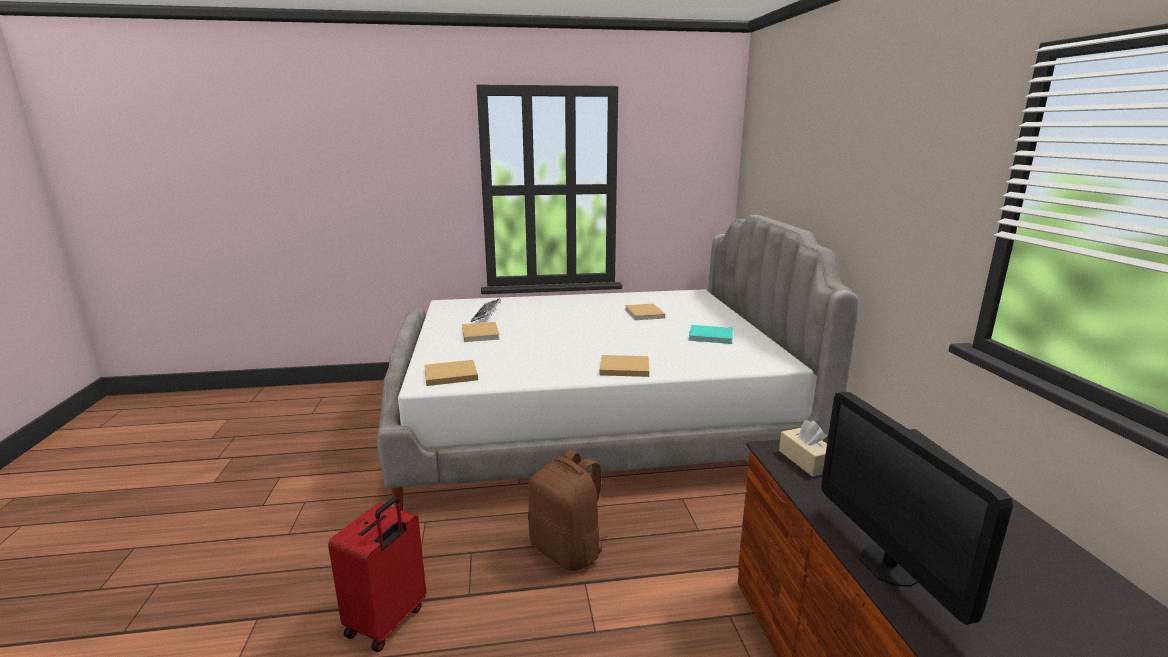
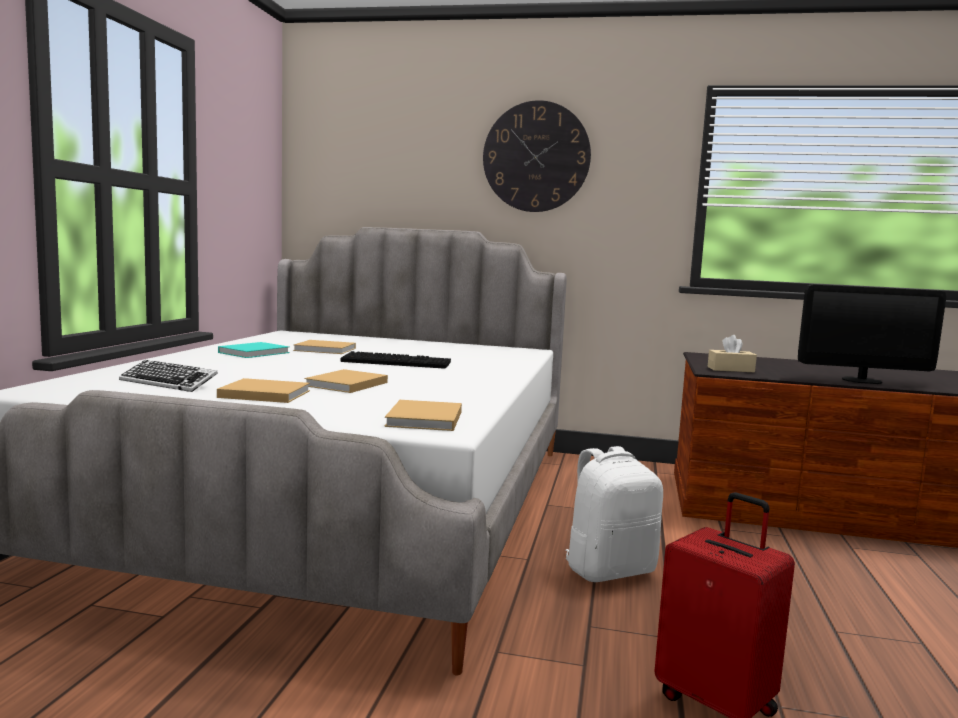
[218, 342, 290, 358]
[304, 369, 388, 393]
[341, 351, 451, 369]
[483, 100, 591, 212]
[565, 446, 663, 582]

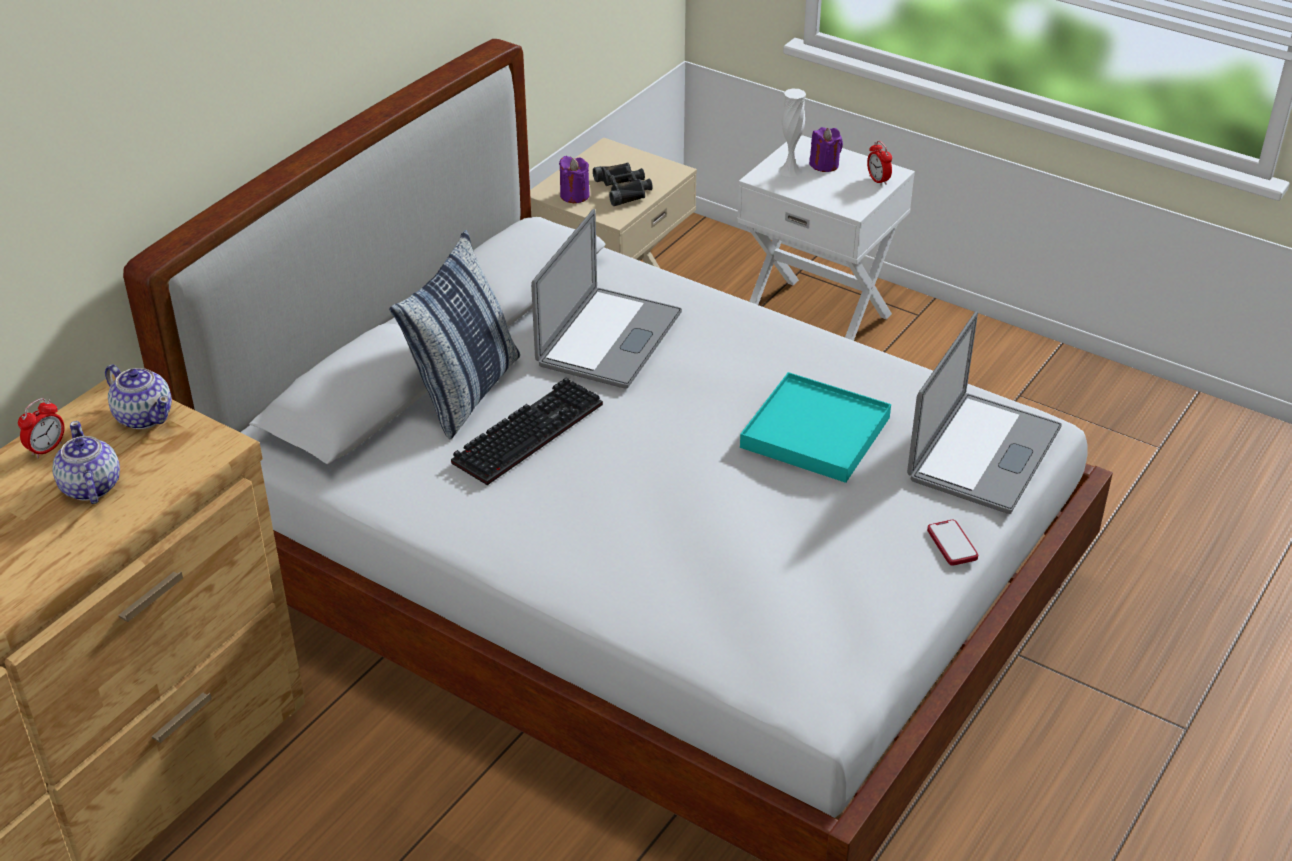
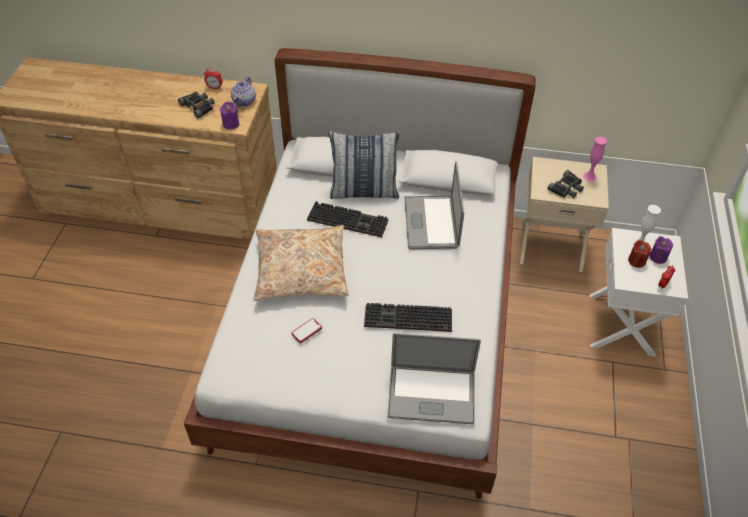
[178, 91, 215, 119]
[220, 102, 239, 129]
[254, 225, 348, 301]
[291, 318, 322, 343]
[364, 303, 452, 332]
[405, 161, 464, 249]
[583, 137, 607, 181]
[628, 240, 652, 268]

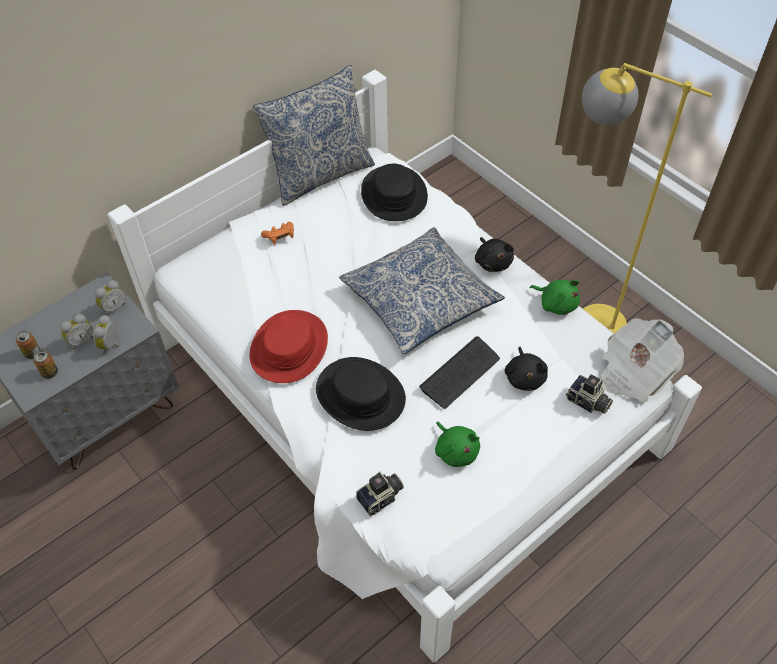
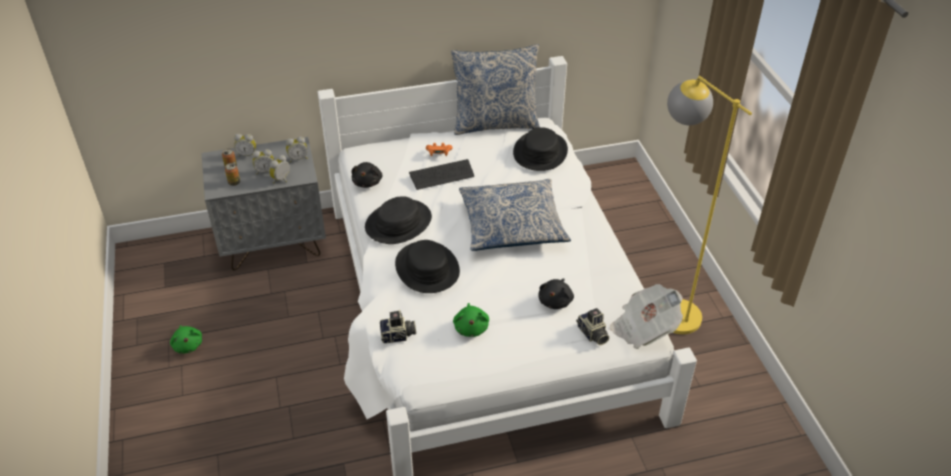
[170, 325, 202, 354]
[234, 134, 256, 157]
[351, 162, 383, 188]
[365, 196, 432, 244]
[409, 159, 474, 190]

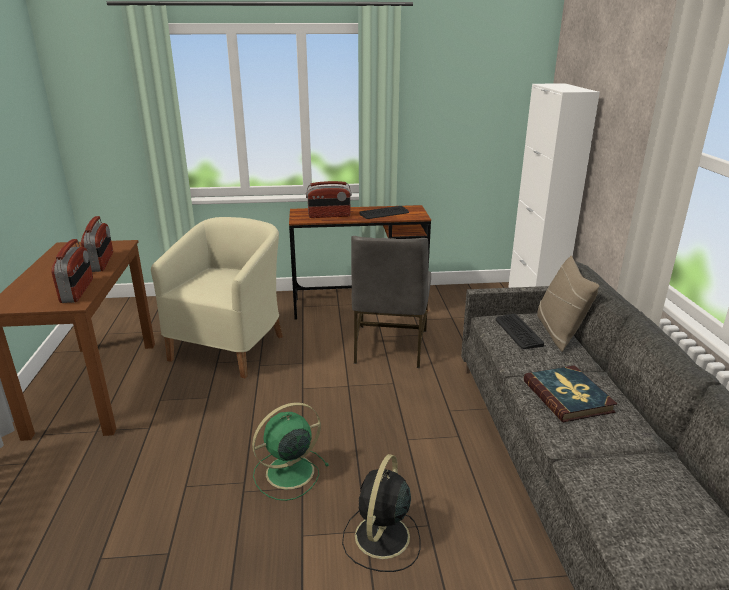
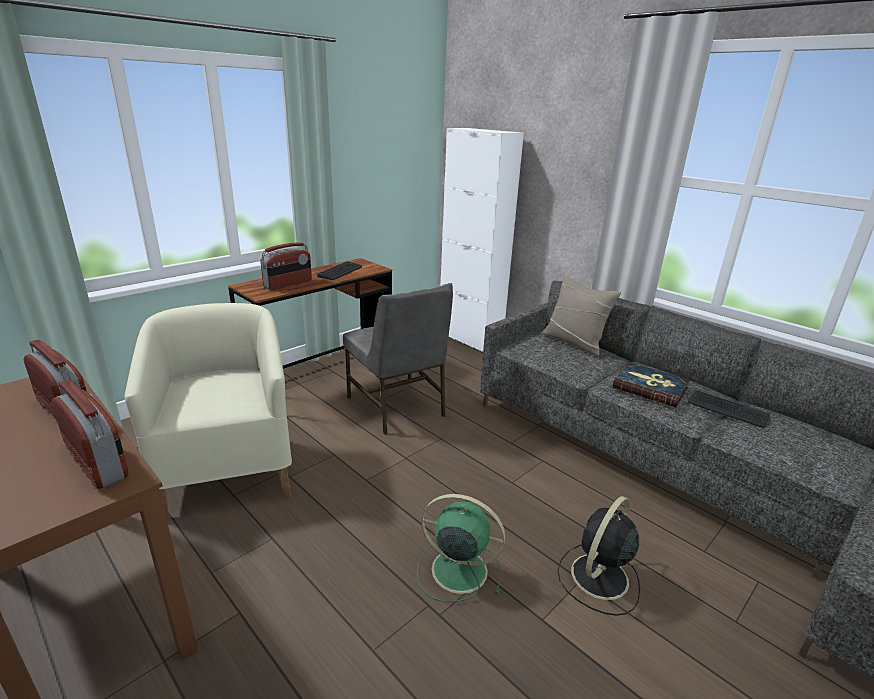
[417, 494, 505, 602]
[557, 496, 640, 616]
[688, 390, 770, 428]

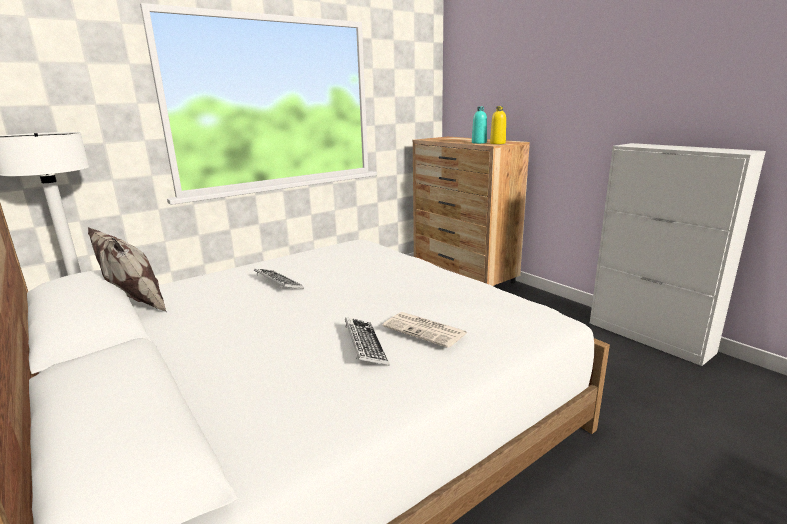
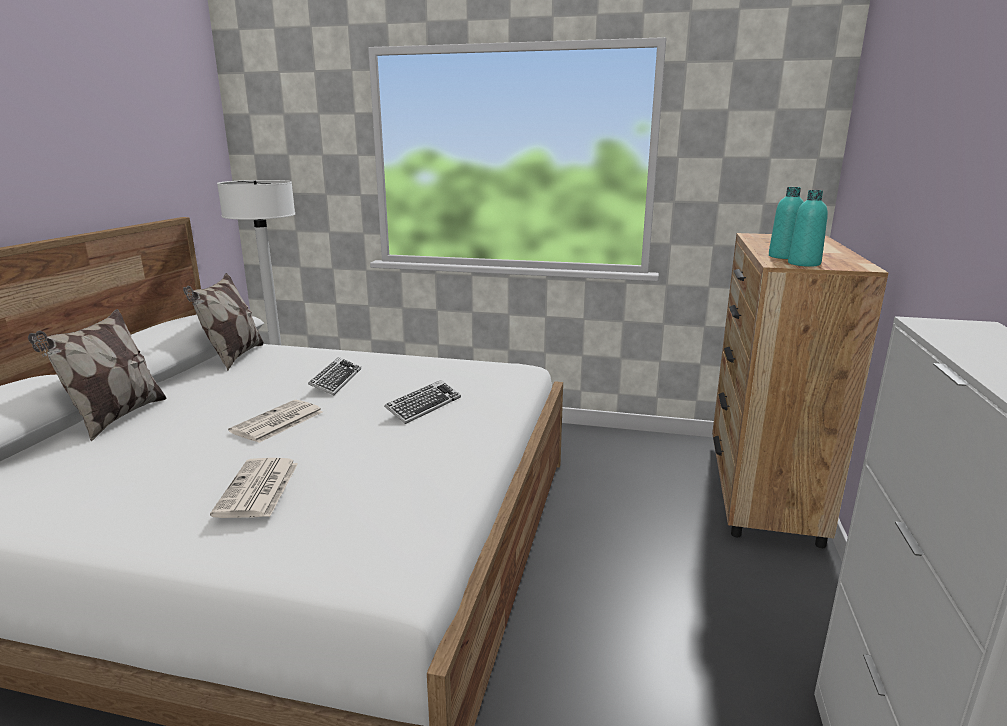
[28, 309, 167, 442]
[228, 400, 323, 443]
[384, 380, 461, 424]
[788, 190, 828, 267]

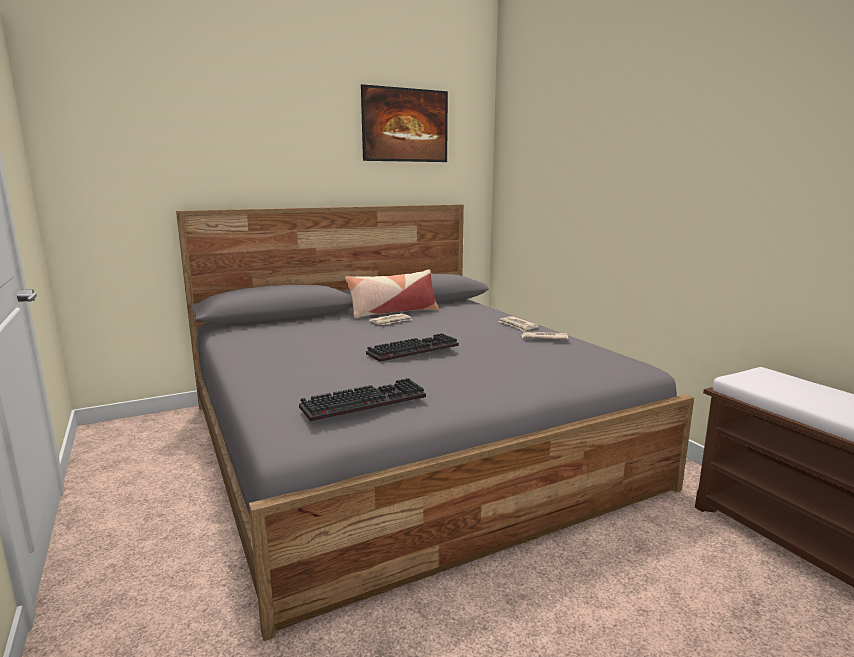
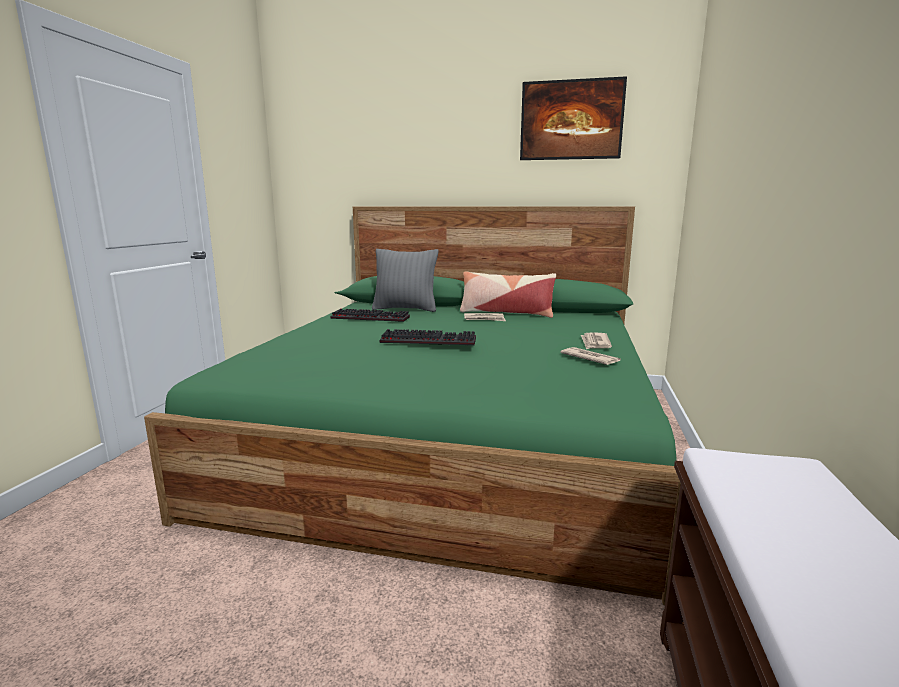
[144, 206, 681, 605]
[330, 309, 410, 322]
[372, 249, 438, 312]

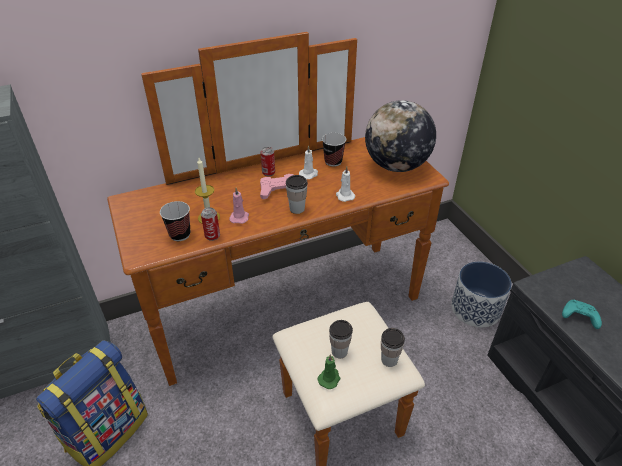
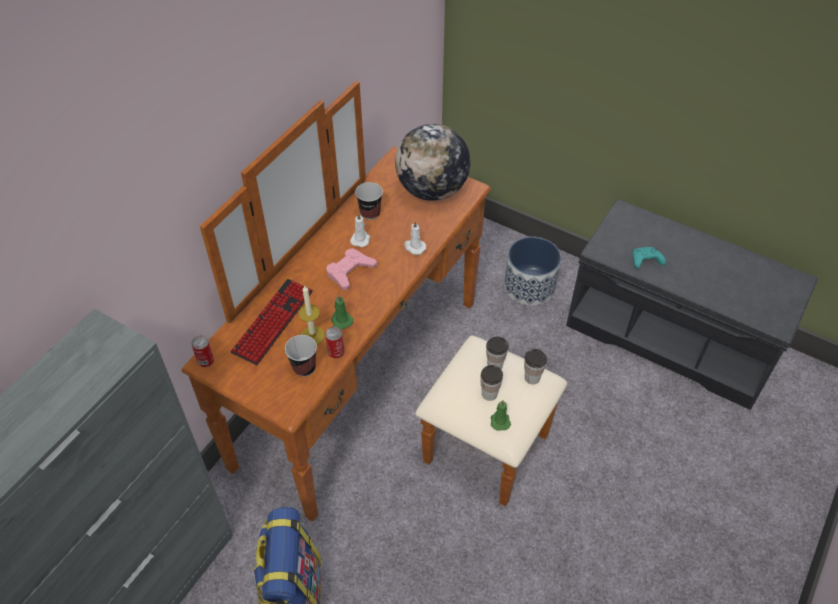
[191, 335, 214, 367]
[230, 279, 313, 366]
[331, 295, 353, 329]
[486, 337, 509, 369]

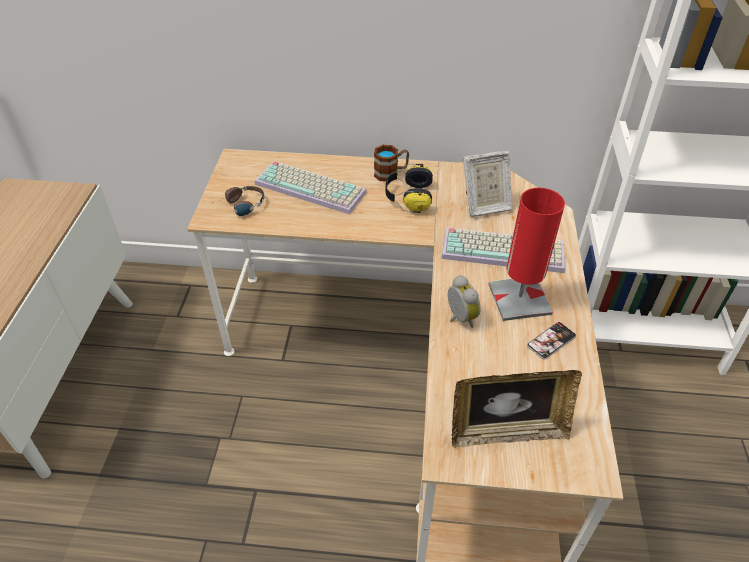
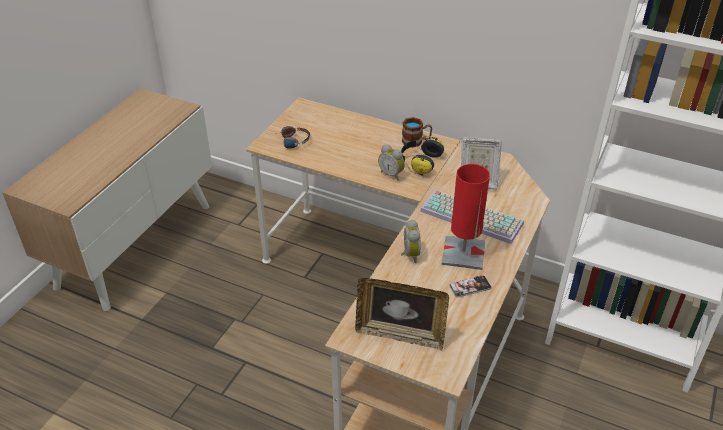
[378, 144, 405, 181]
[254, 161, 367, 214] (first image)

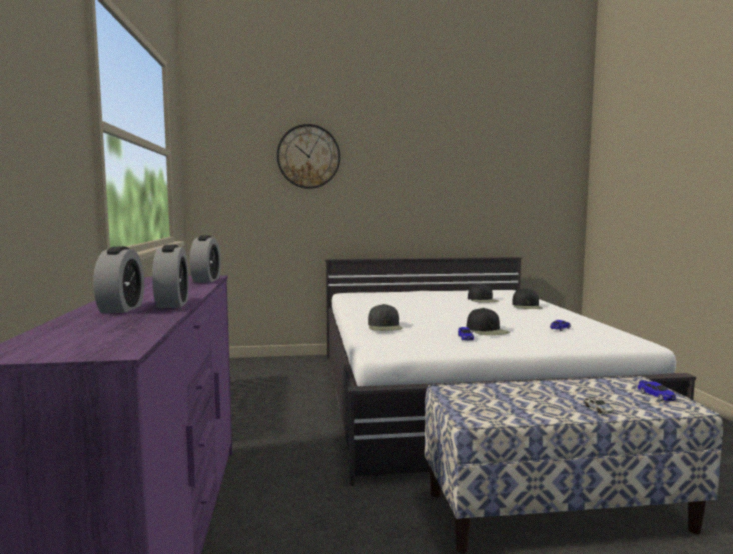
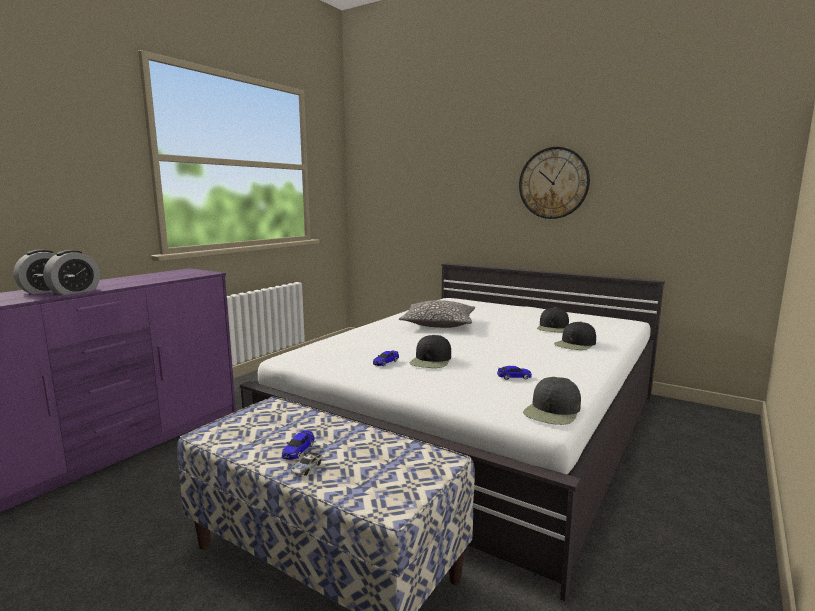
[282, 431, 315, 460]
[399, 300, 475, 328]
[519, 147, 590, 219]
[523, 377, 581, 425]
[190, 235, 221, 282] (first image)

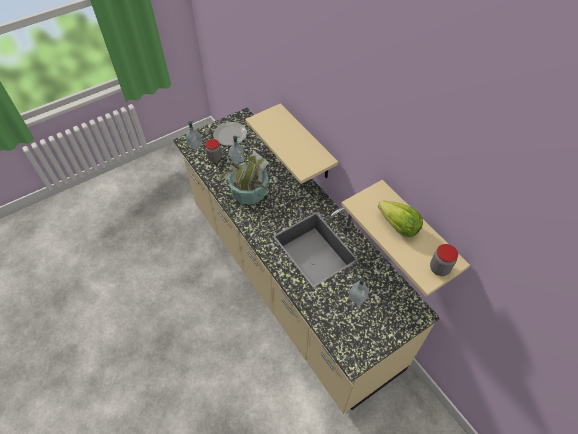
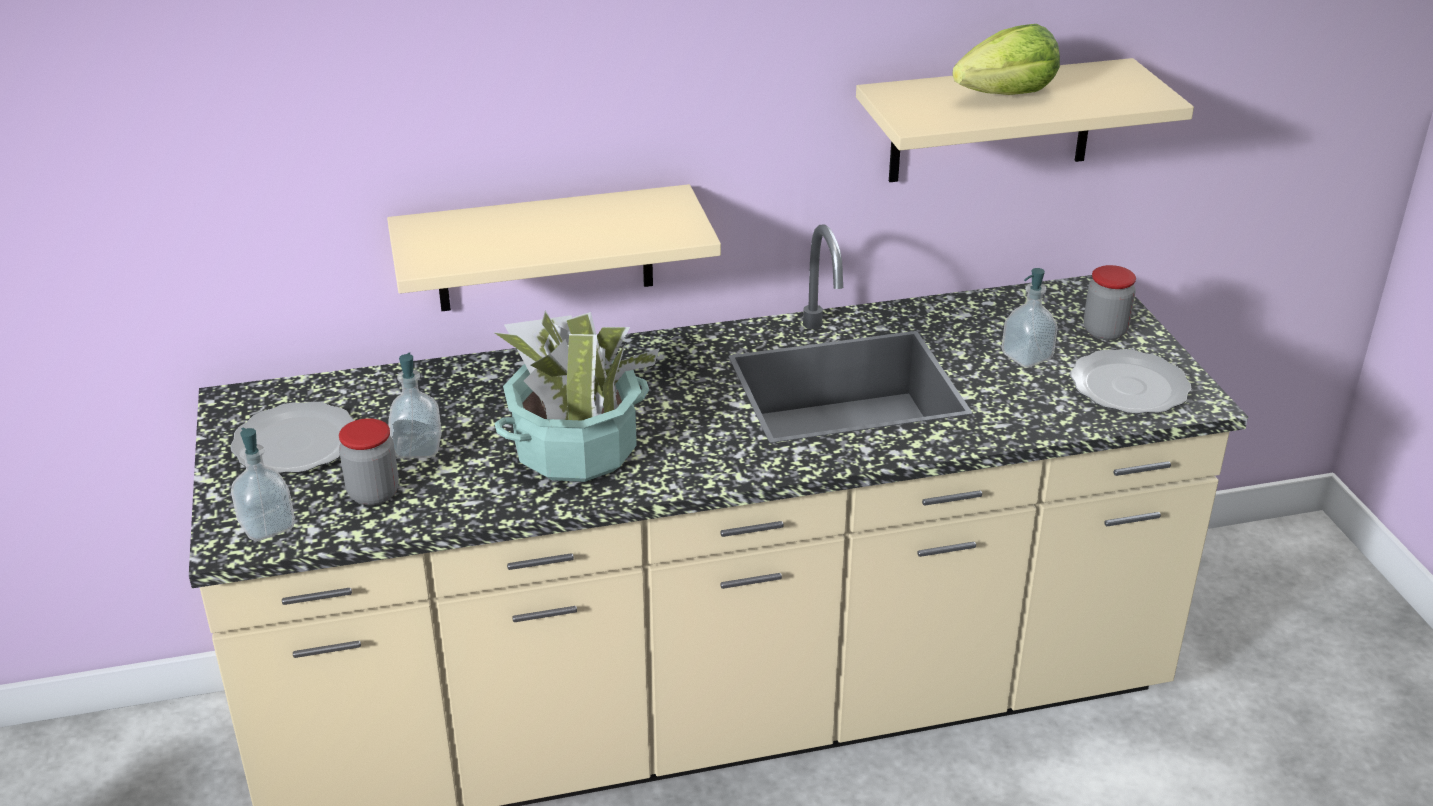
[1070, 349, 1191, 414]
[1084, 265, 1136, 340]

